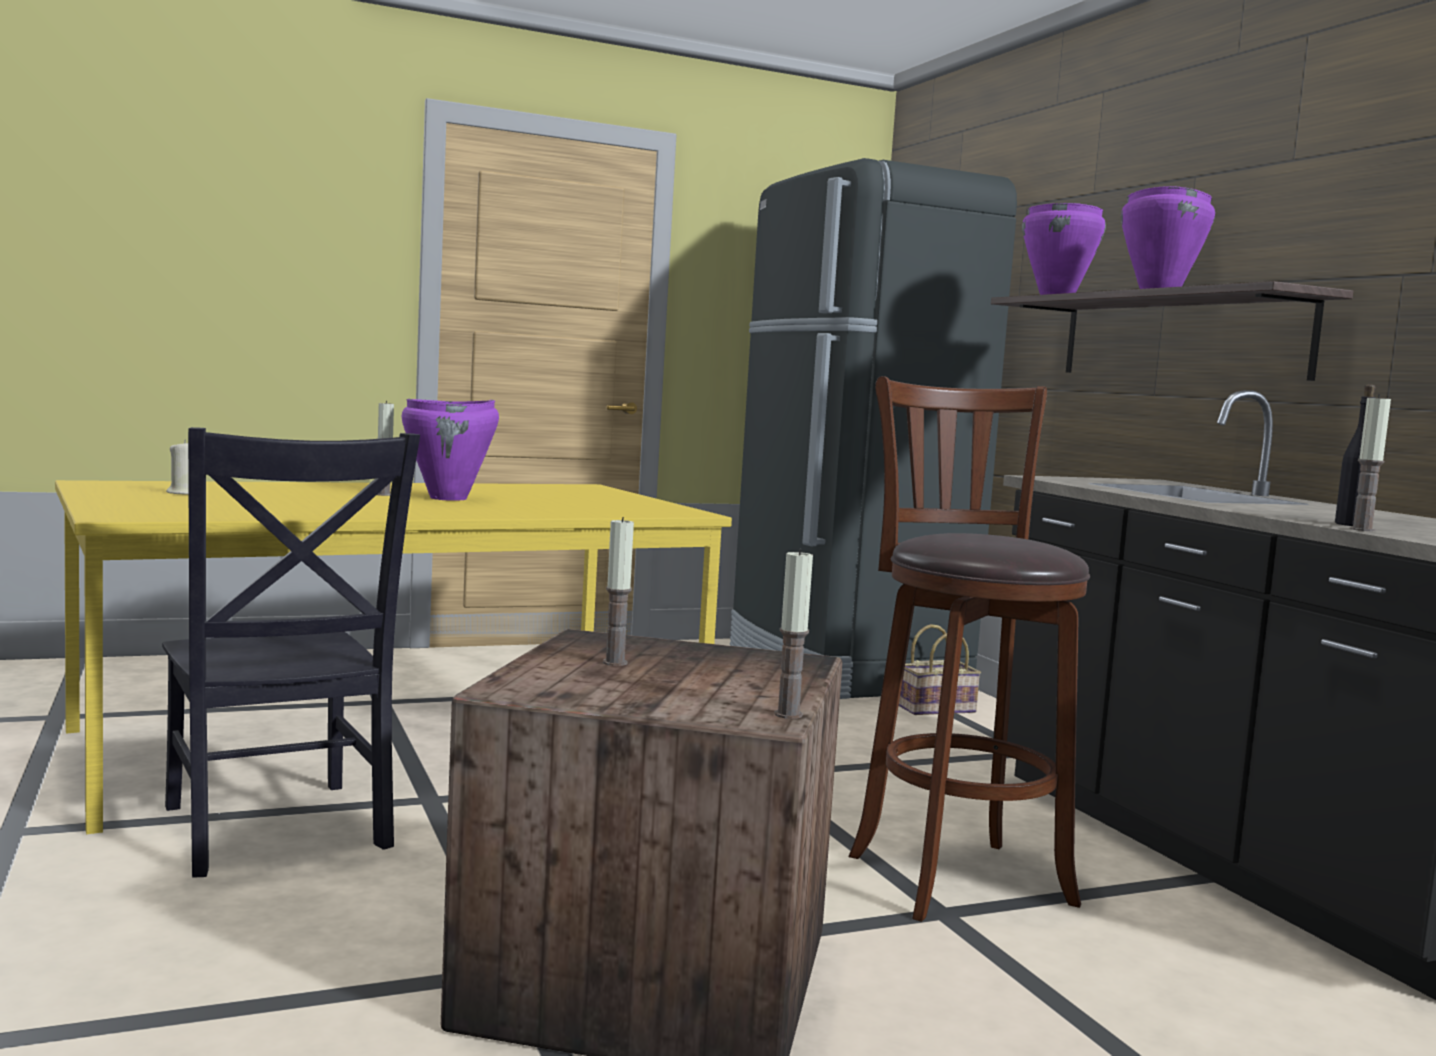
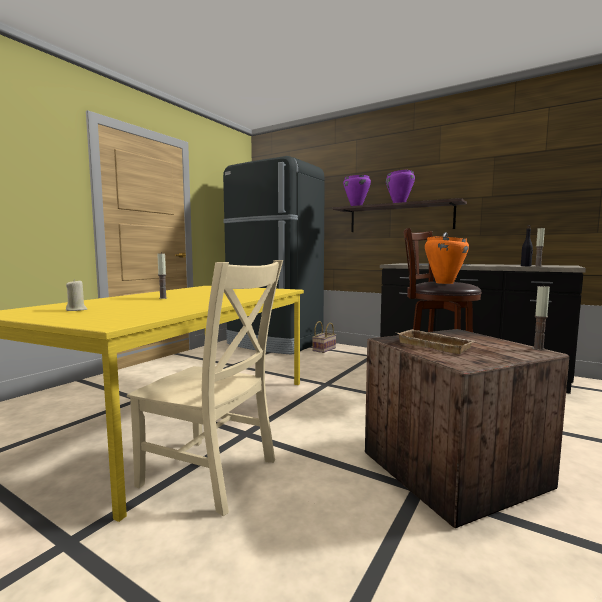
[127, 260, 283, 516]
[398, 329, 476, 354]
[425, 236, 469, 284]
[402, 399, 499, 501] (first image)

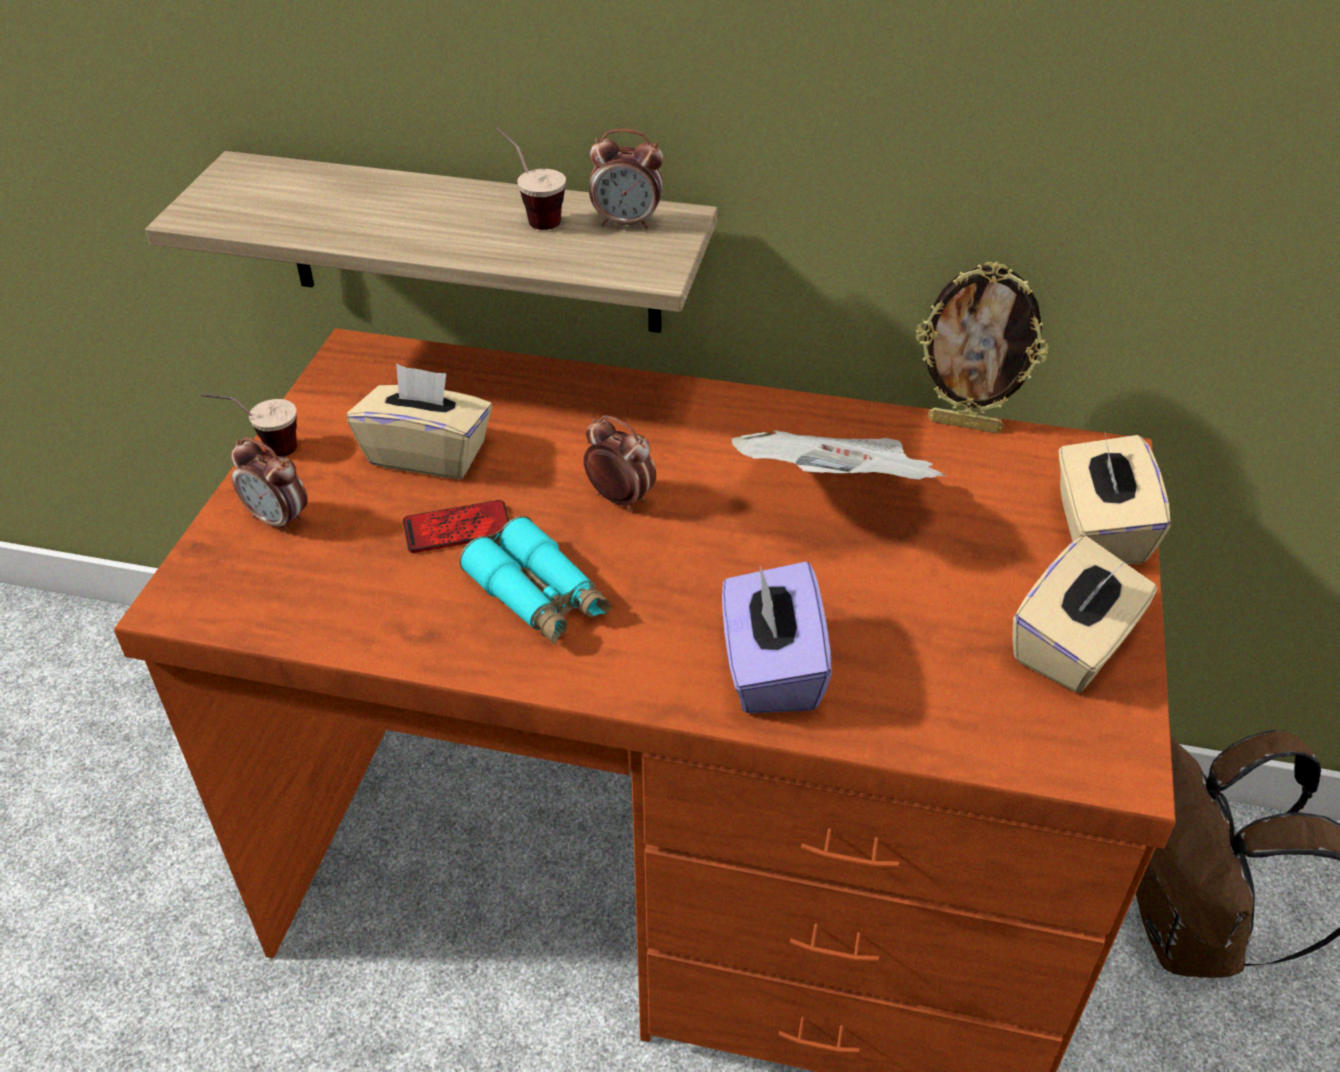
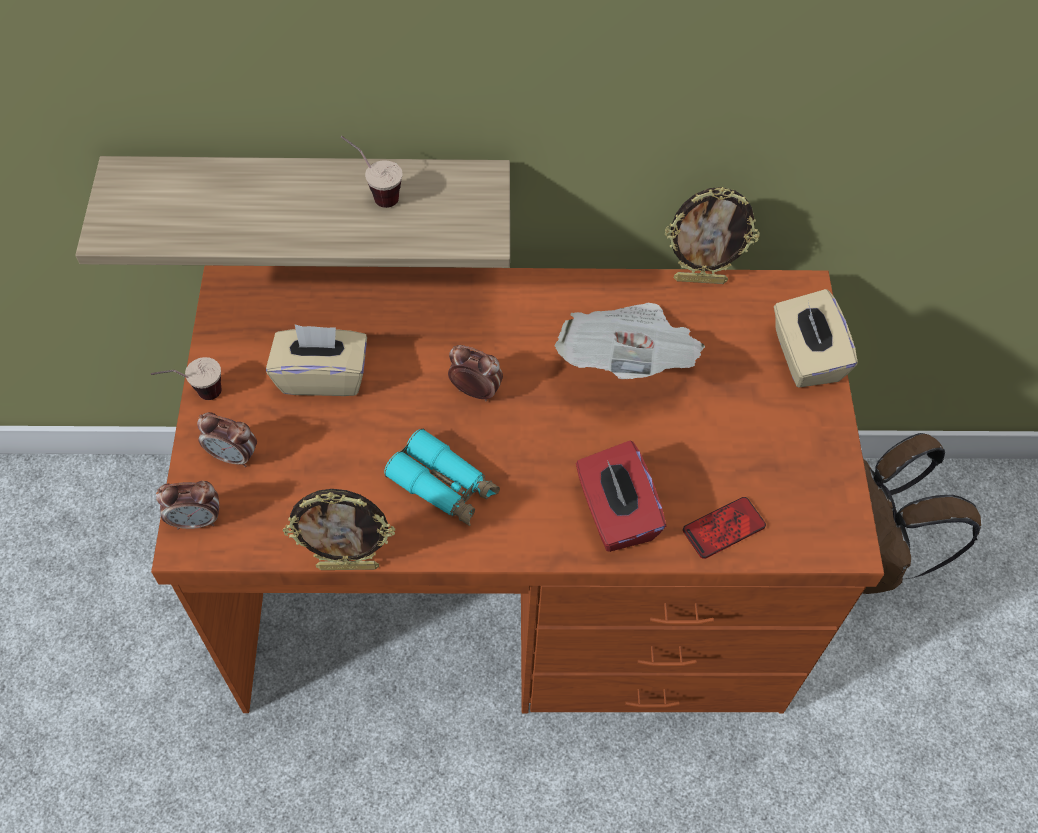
[156, 481, 219, 530]
[283, 489, 395, 570]
[576, 441, 666, 552]
[683, 497, 766, 559]
[1012, 536, 1157, 693] (first image)

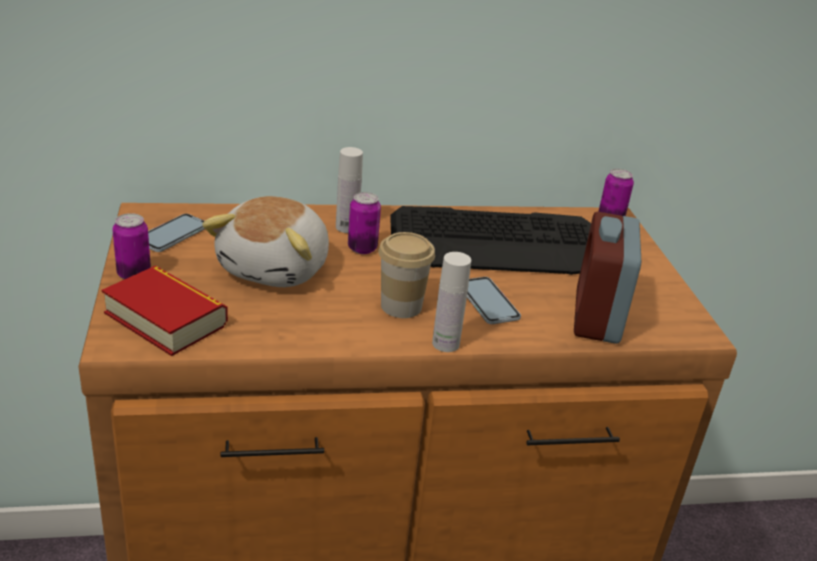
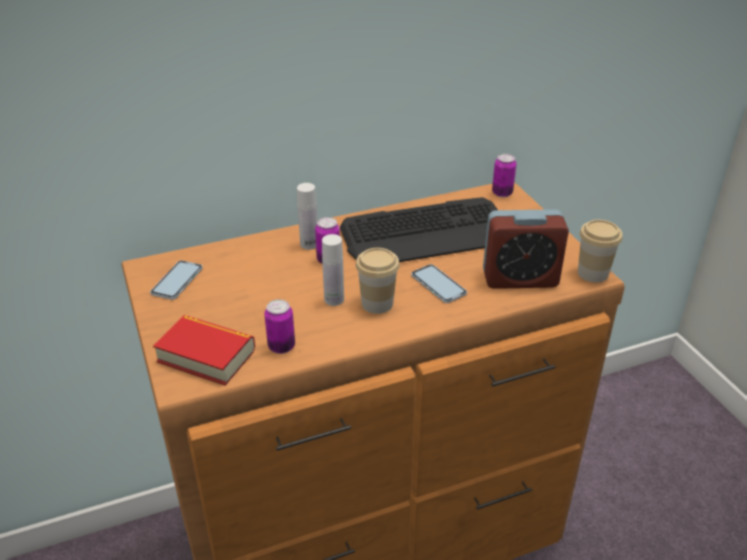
[264, 299, 295, 354]
[322, 234, 344, 306]
[483, 209, 569, 289]
[578, 220, 622, 283]
[202, 196, 329, 287] (first image)

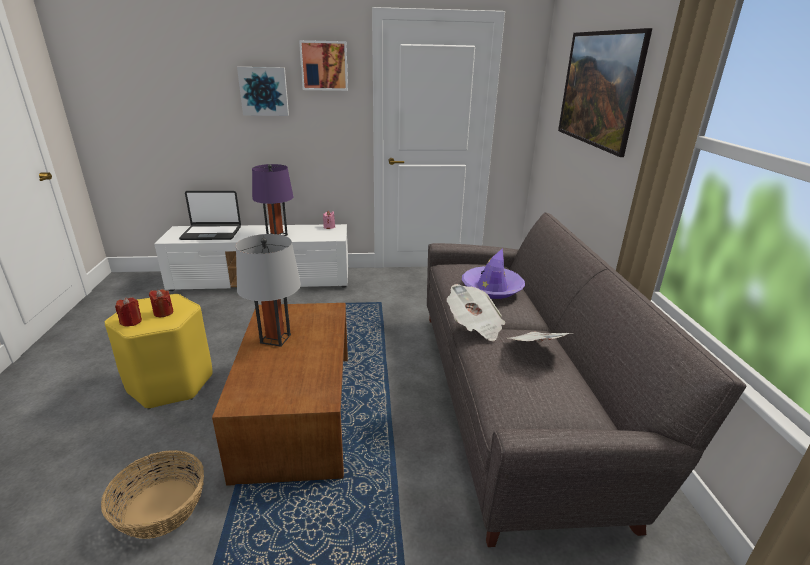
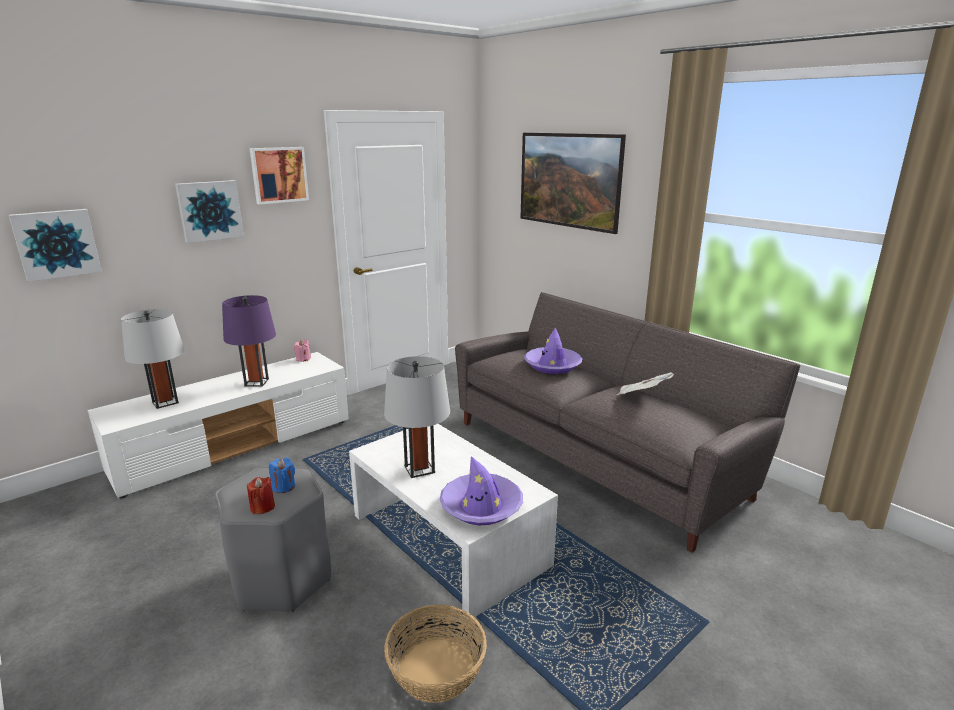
[9, 209, 102, 282]
[121, 309, 185, 409]
[215, 467, 331, 612]
[269, 457, 295, 493]
[349, 424, 558, 620]
[440, 456, 523, 525]
[447, 284, 505, 341] (first image)

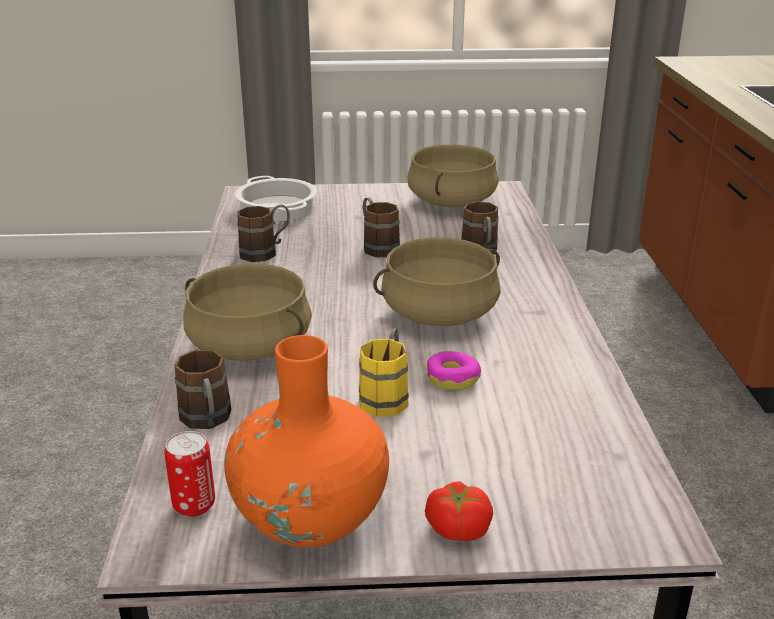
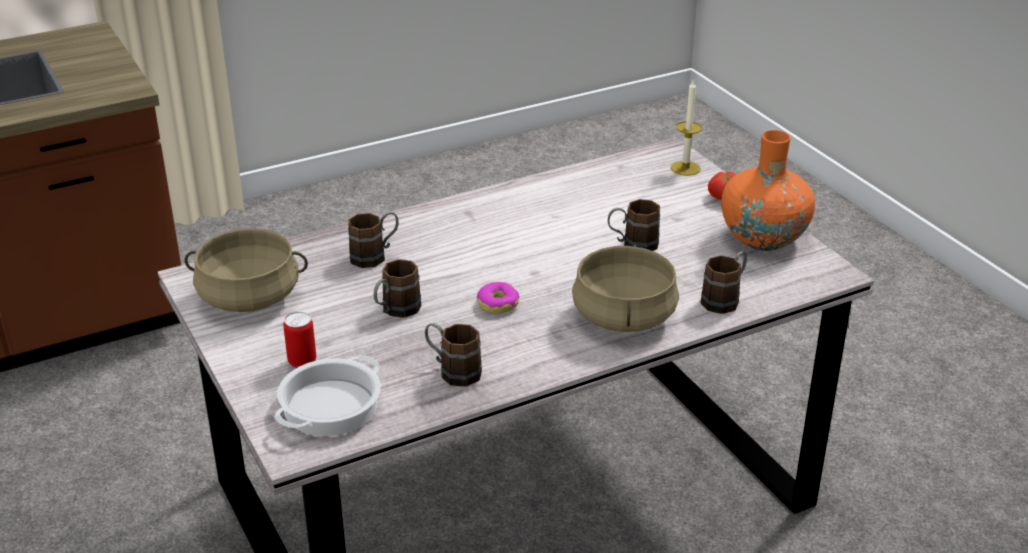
[283, 312, 316, 368]
[477, 282, 520, 313]
[608, 199, 660, 251]
[671, 81, 702, 176]
[373, 237, 500, 326] (first image)

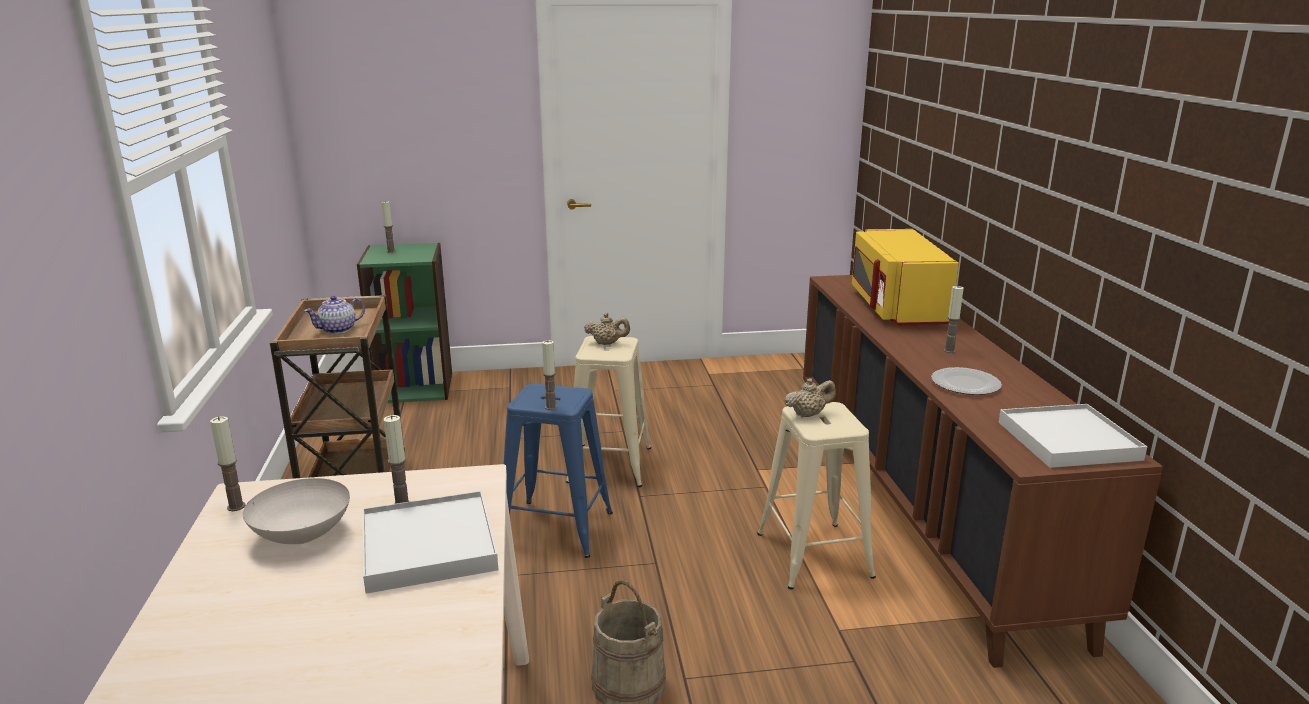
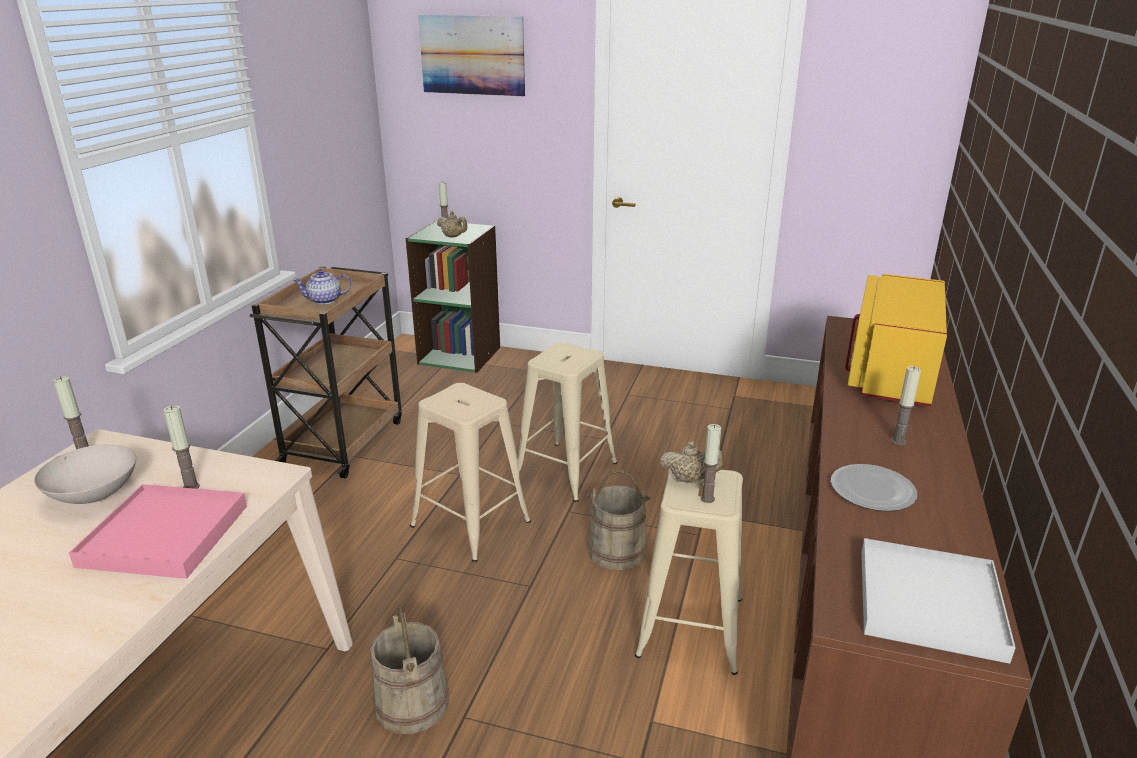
[69, 484, 247, 579]
[410, 383, 531, 562]
[418, 15, 525, 96]
[437, 211, 468, 238]
[587, 470, 651, 570]
[700, 424, 721, 503]

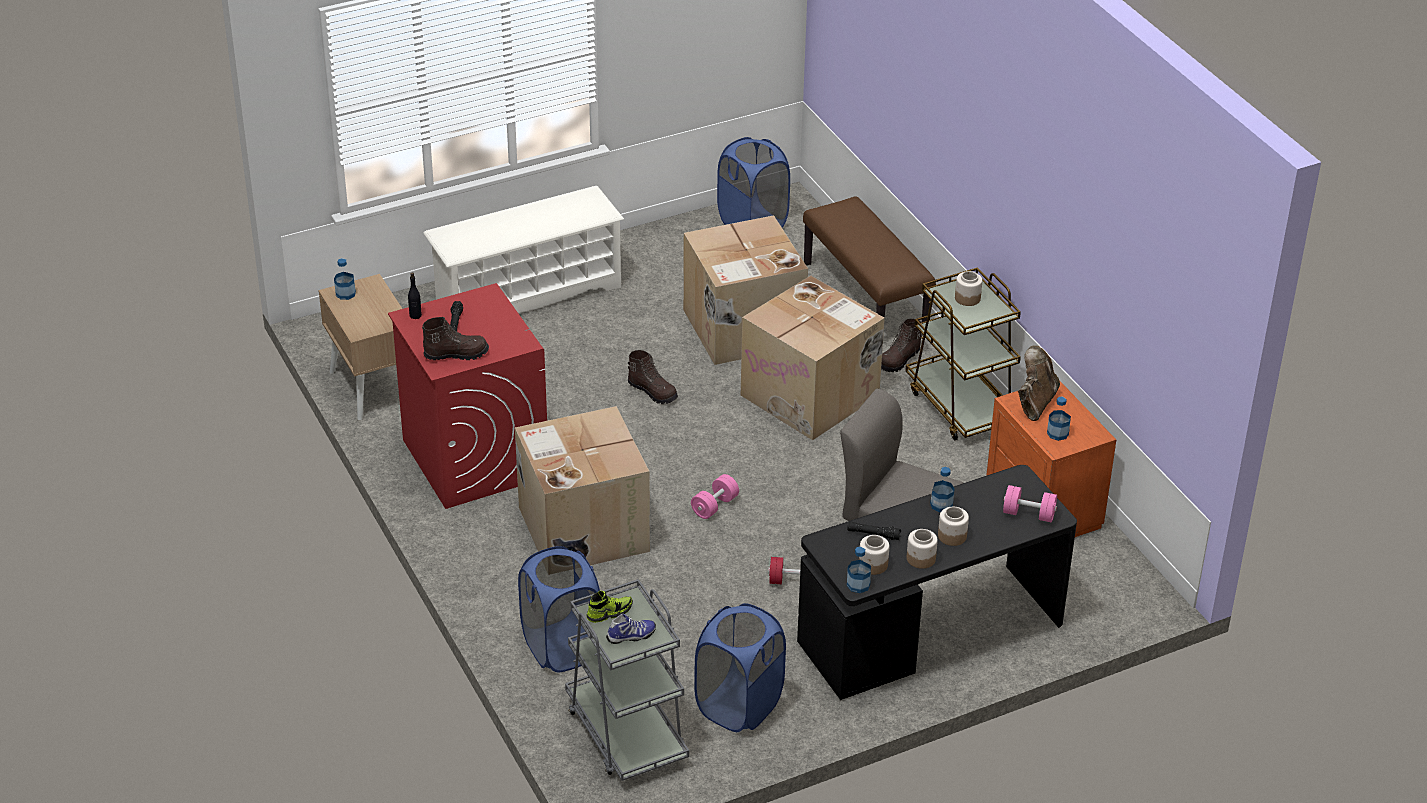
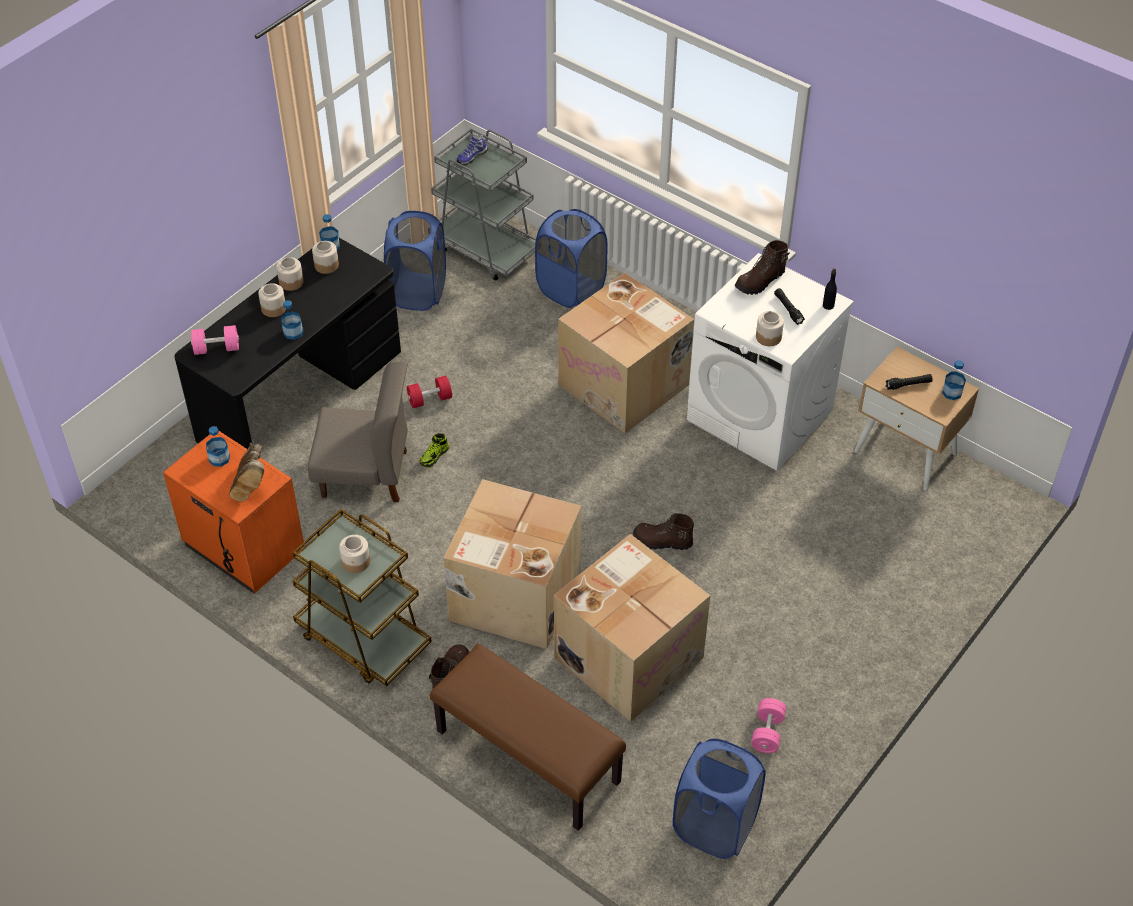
[419, 433, 449, 468]
[687, 253, 854, 471]
[751, 698, 786, 753]
[756, 311, 784, 346]
[886, 374, 933, 390]
[424, 186, 624, 313] (first image)

